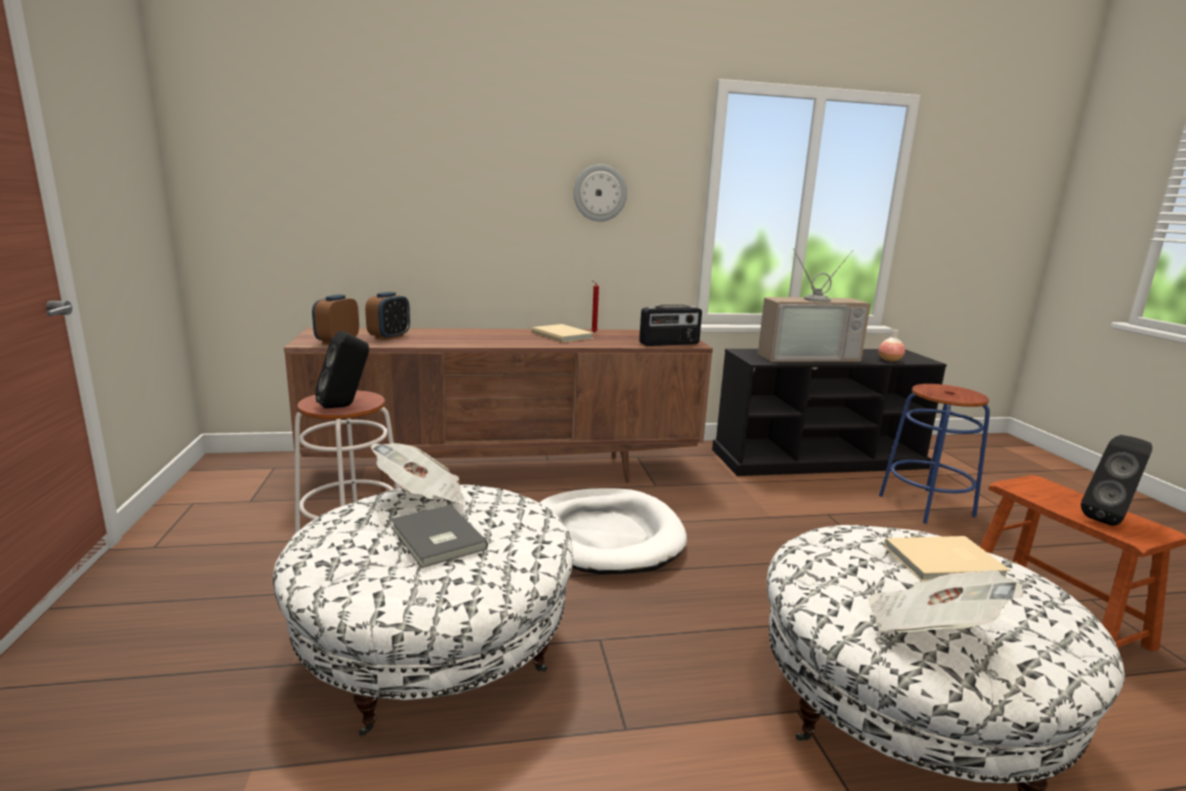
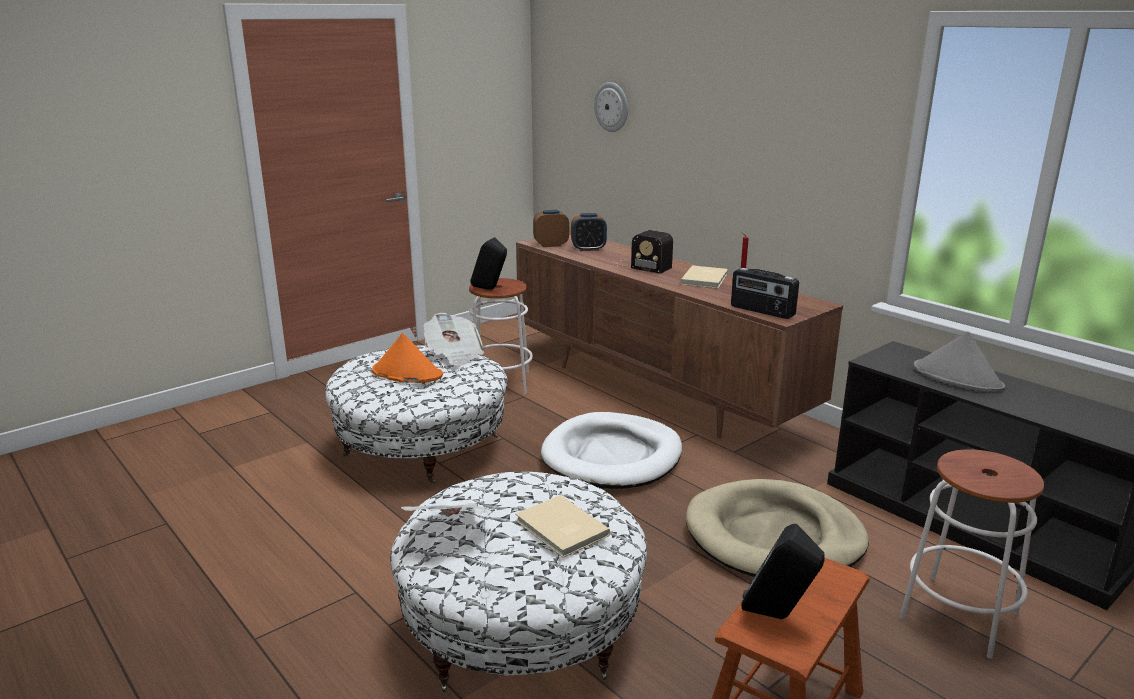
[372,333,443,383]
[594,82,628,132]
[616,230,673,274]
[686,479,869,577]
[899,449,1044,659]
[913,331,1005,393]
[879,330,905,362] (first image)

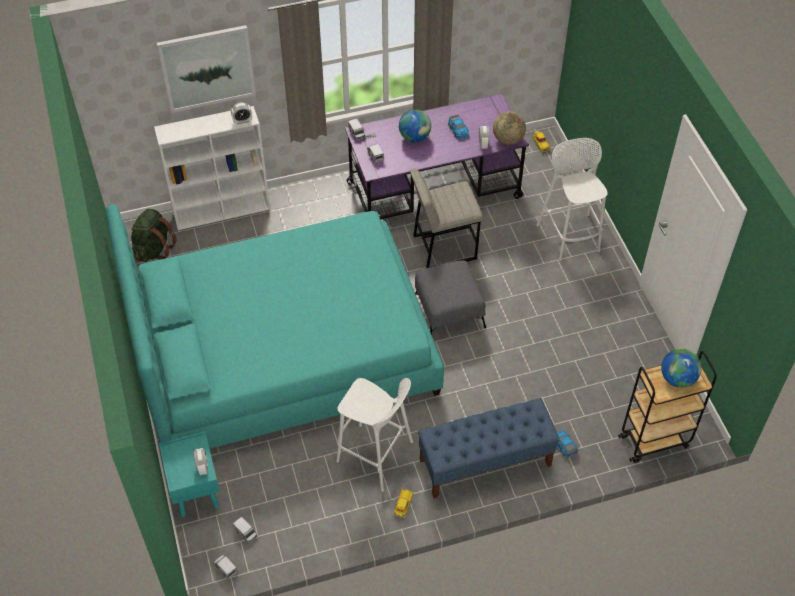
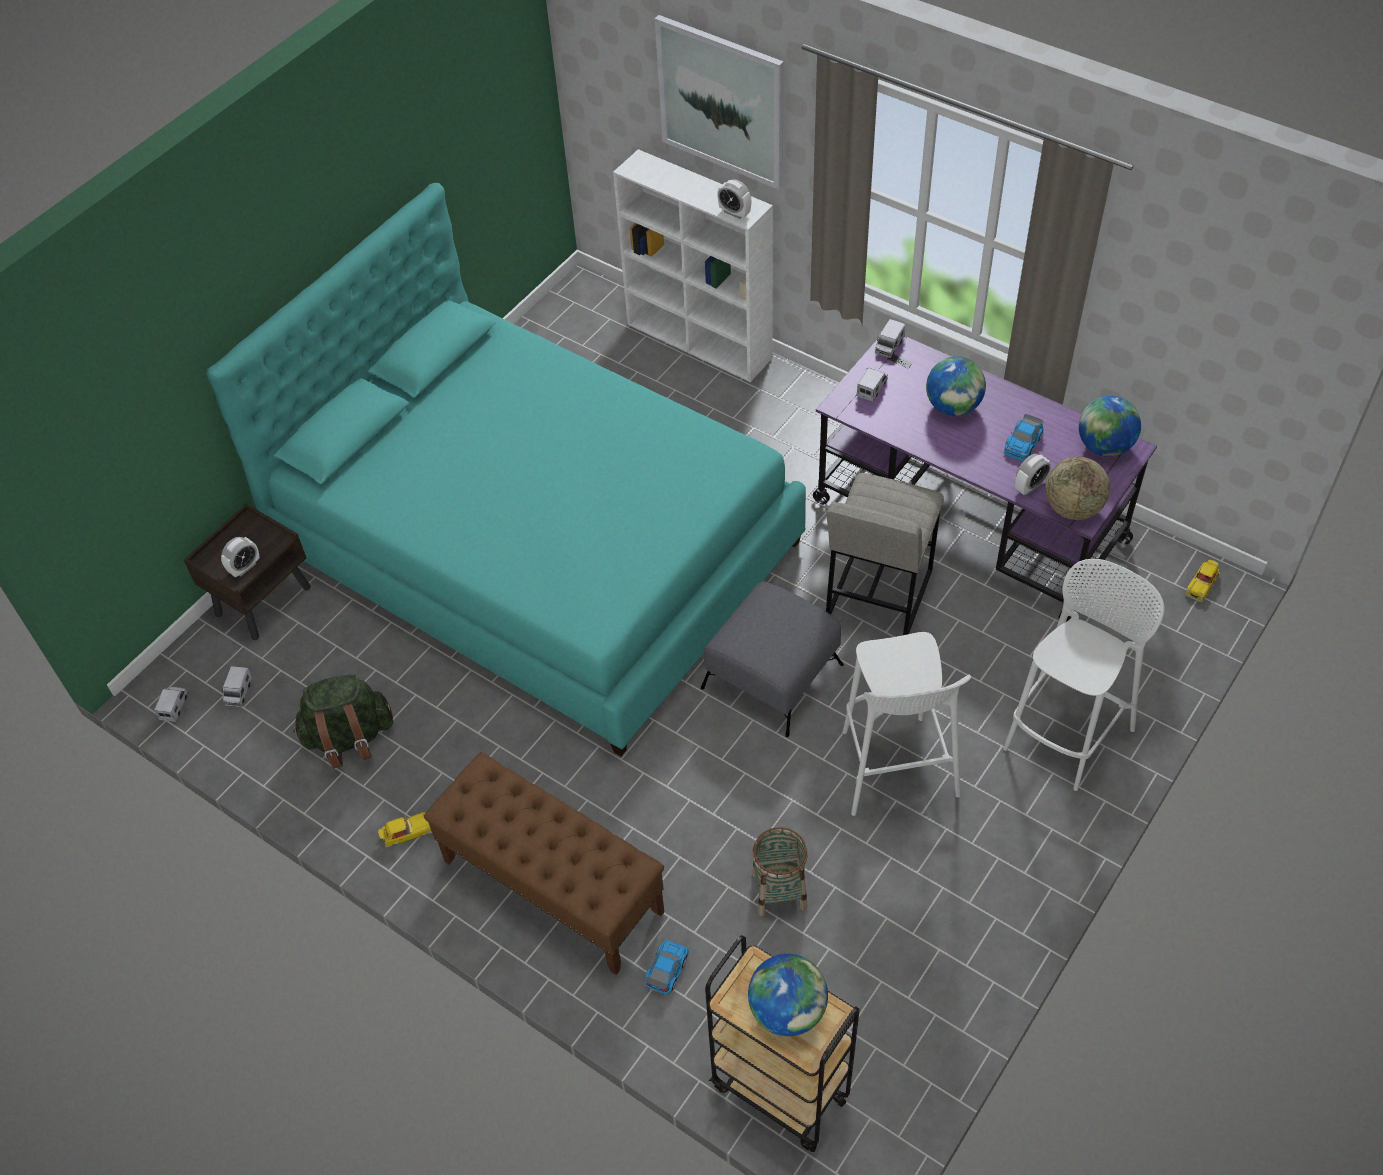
[184,504,311,640]
[293,675,393,768]
[424,752,664,975]
[752,827,808,916]
[826,473,944,635]
[843,632,971,816]
[1079,396,1141,457]

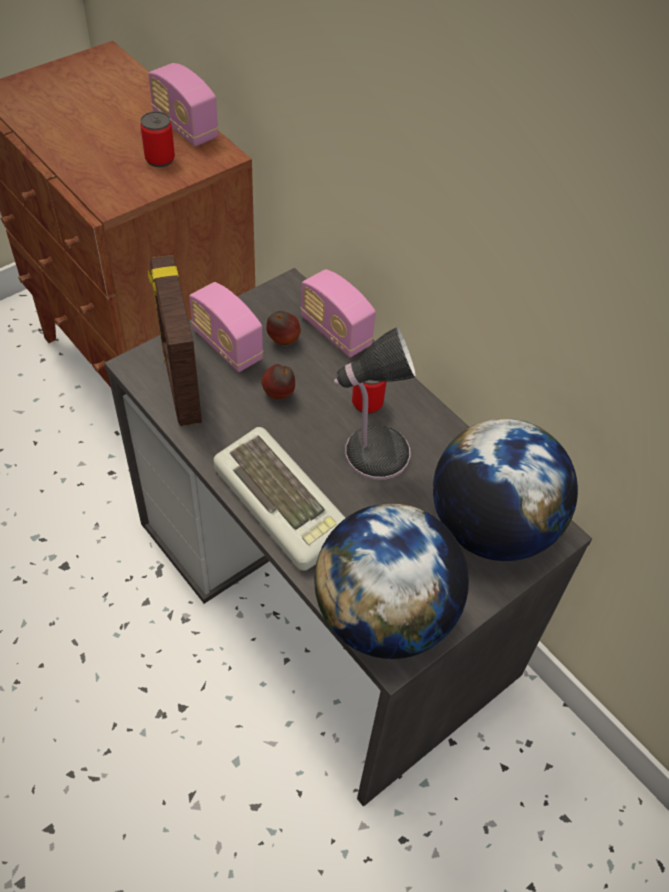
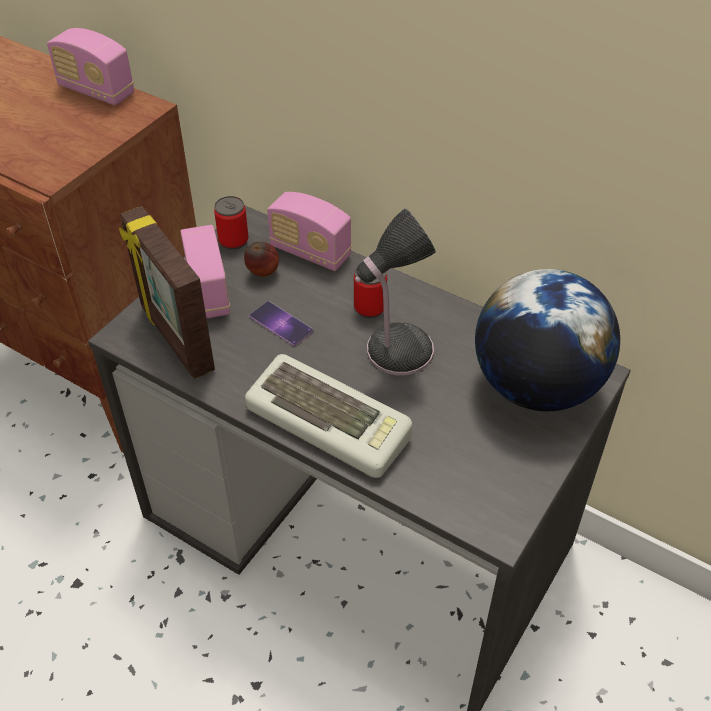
[180,225,230,318]
[214,196,249,250]
[249,301,313,346]
[314,503,469,659] (first image)

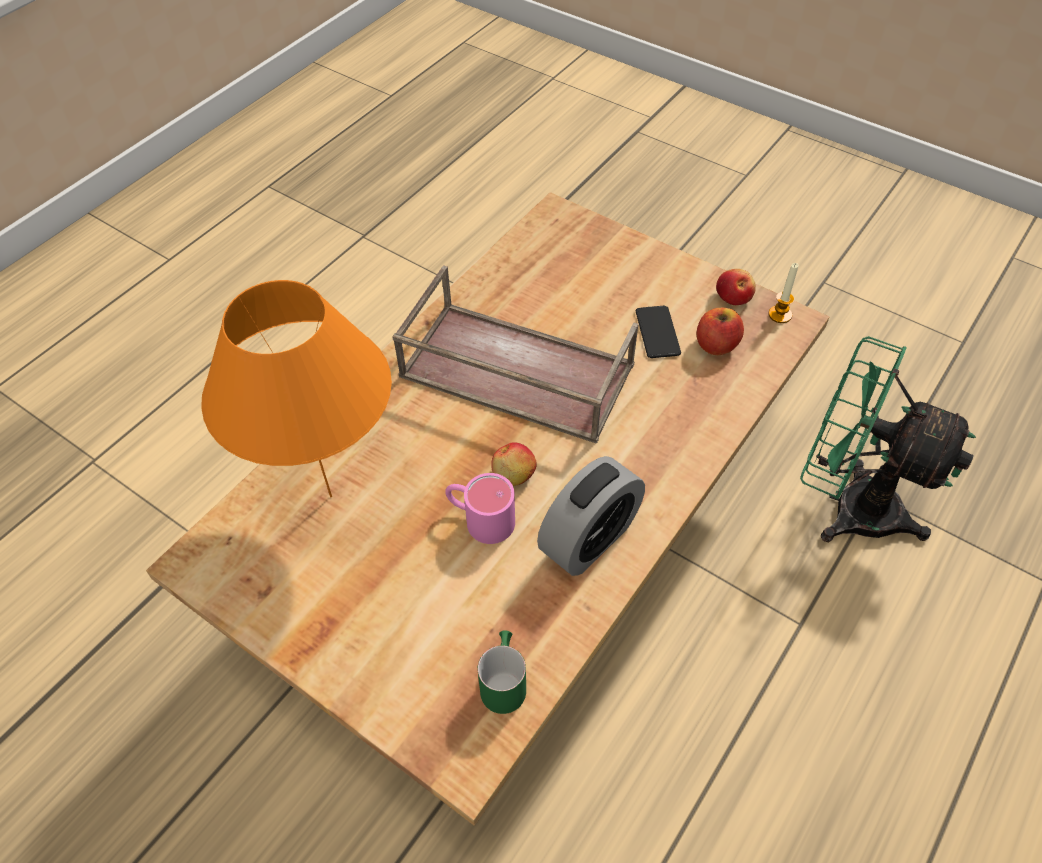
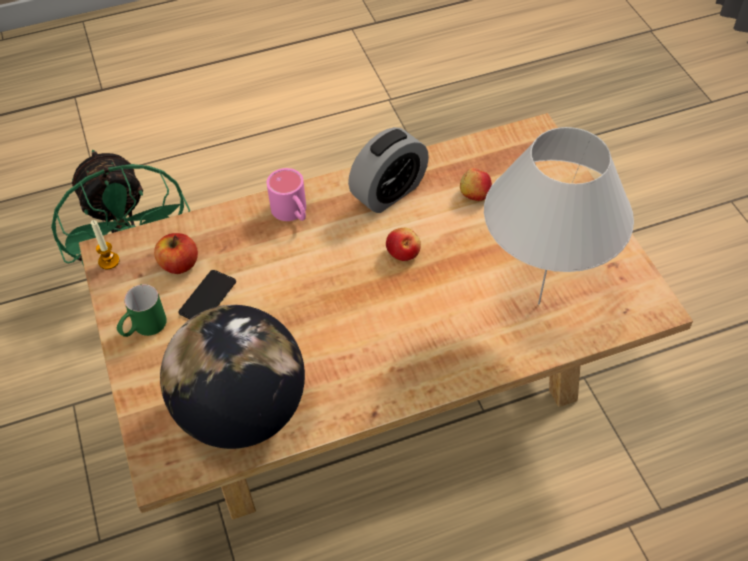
[117,284,167,337]
[160,305,305,449]
[267,168,306,221]
[348,127,429,213]
[460,168,492,201]
[484,127,634,304]
[392,265,638,444] (first image)

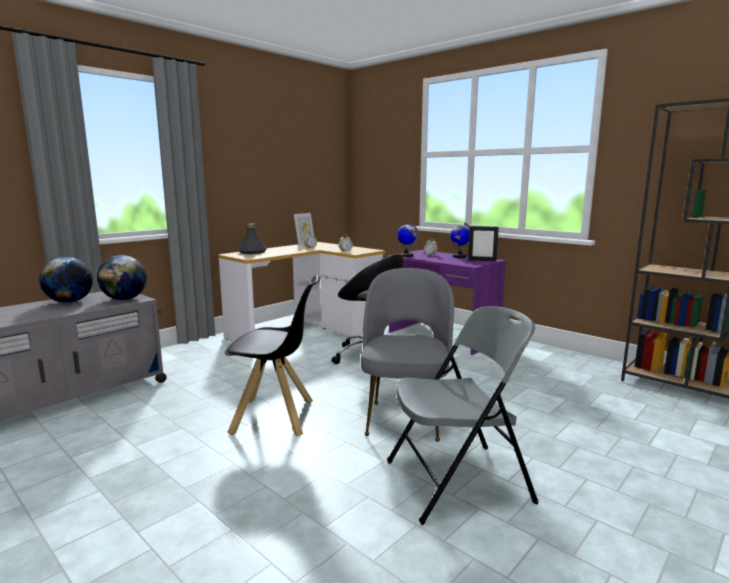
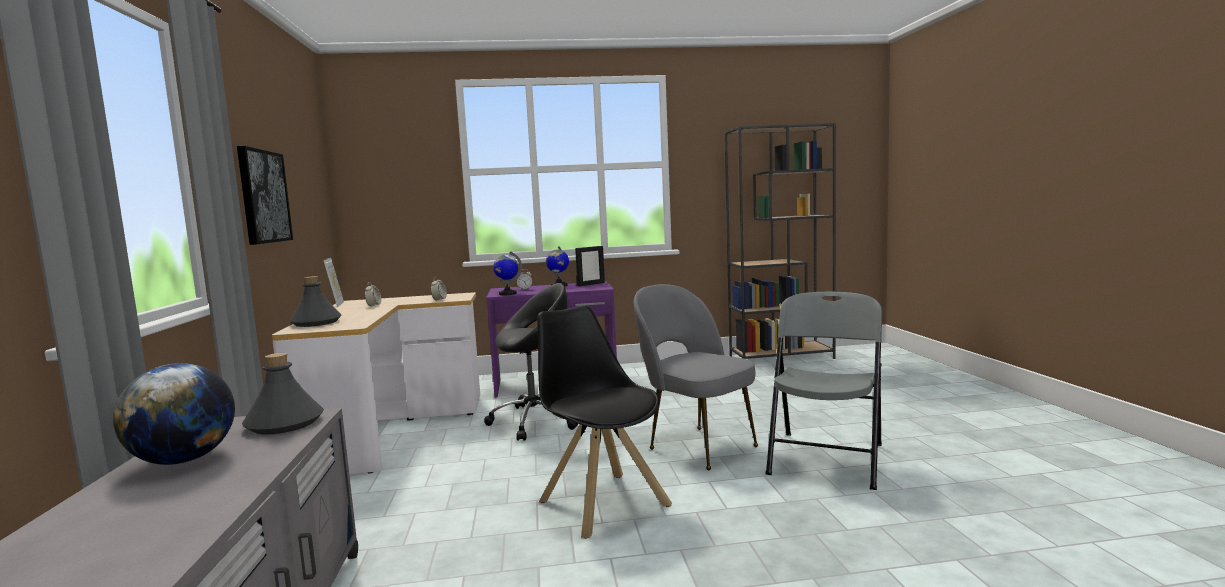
[237,146,293,245]
[242,353,324,435]
[537,306,672,538]

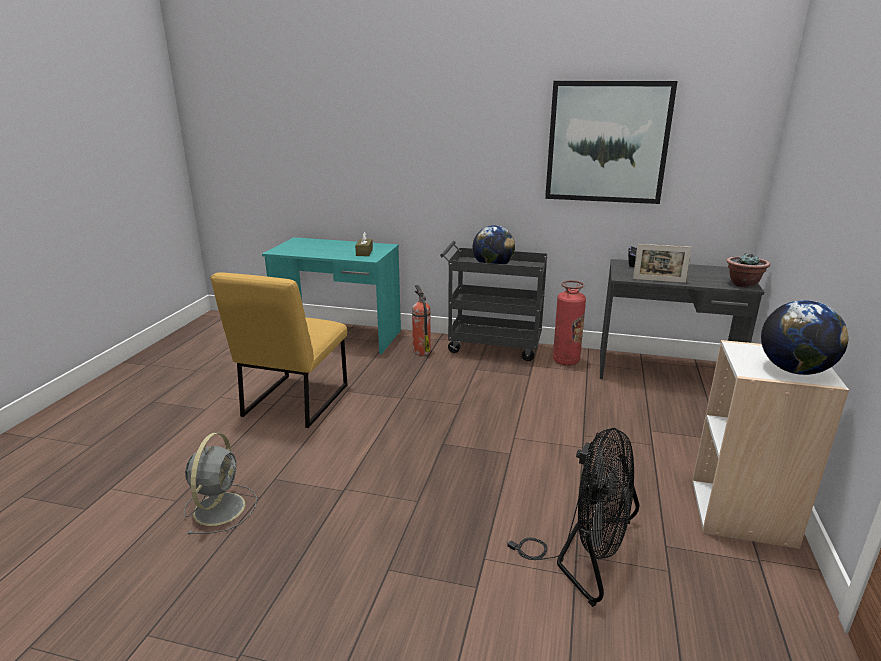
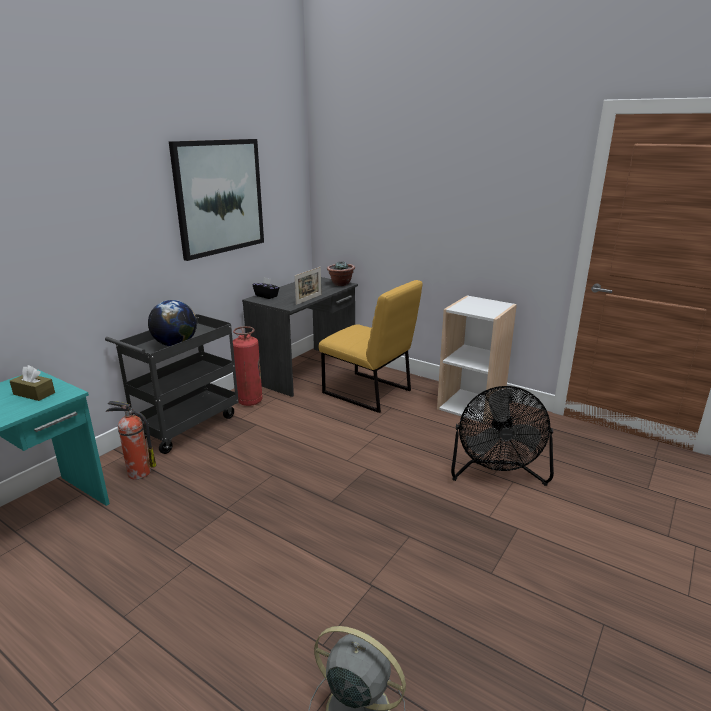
[319,280,423,413]
[451,386,554,486]
[761,300,848,375] (first image)

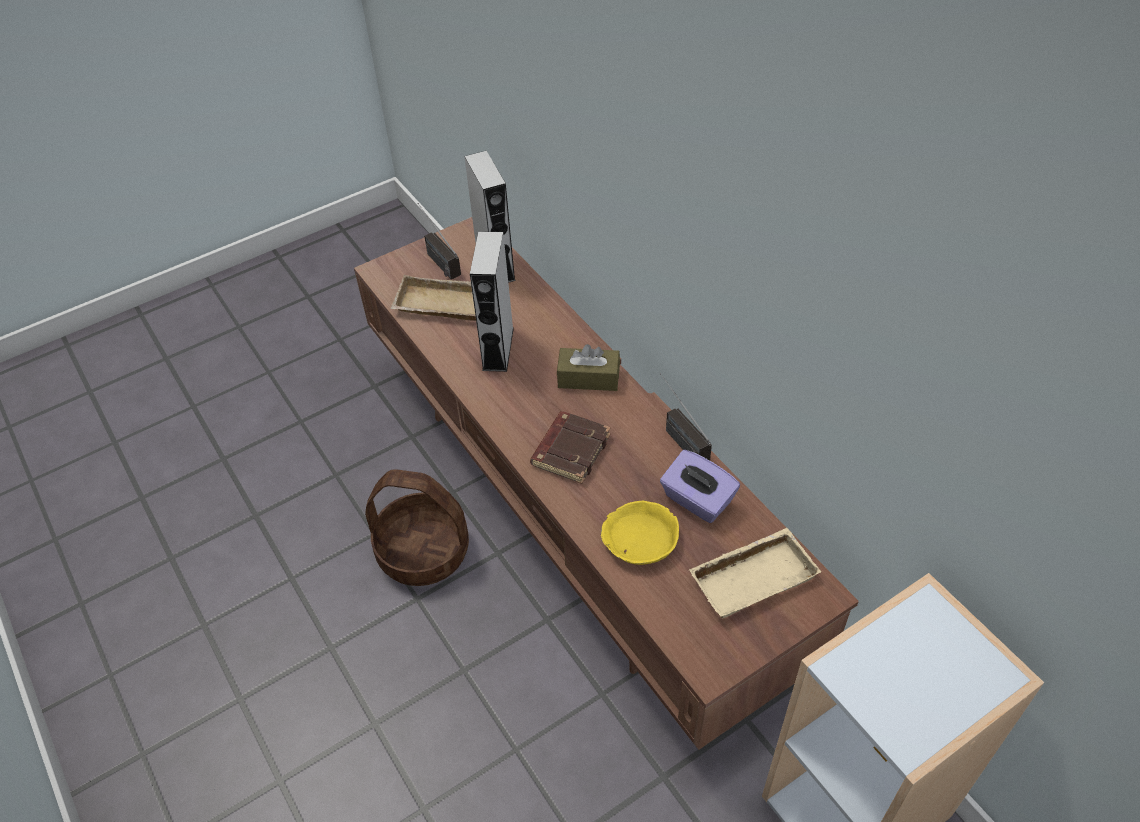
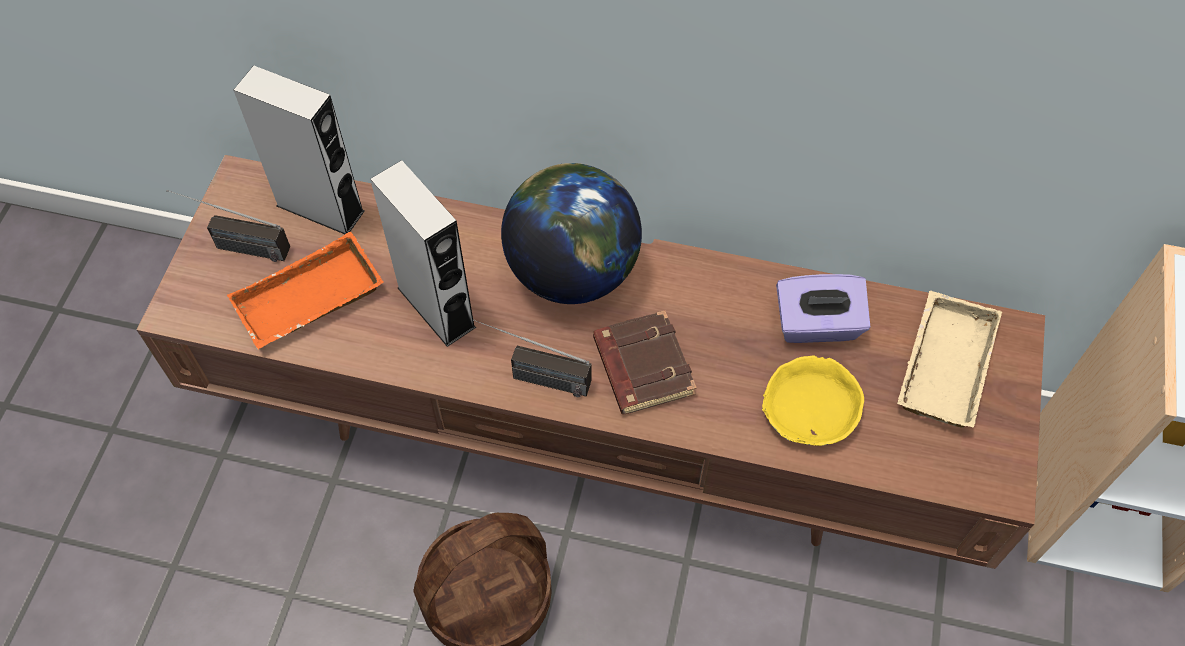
[227,232,384,349]
[473,319,592,397]
[501,163,642,304]

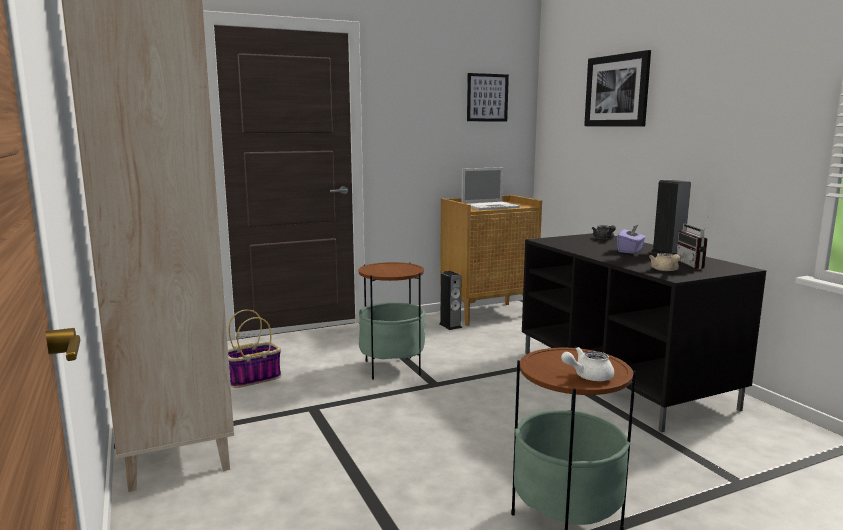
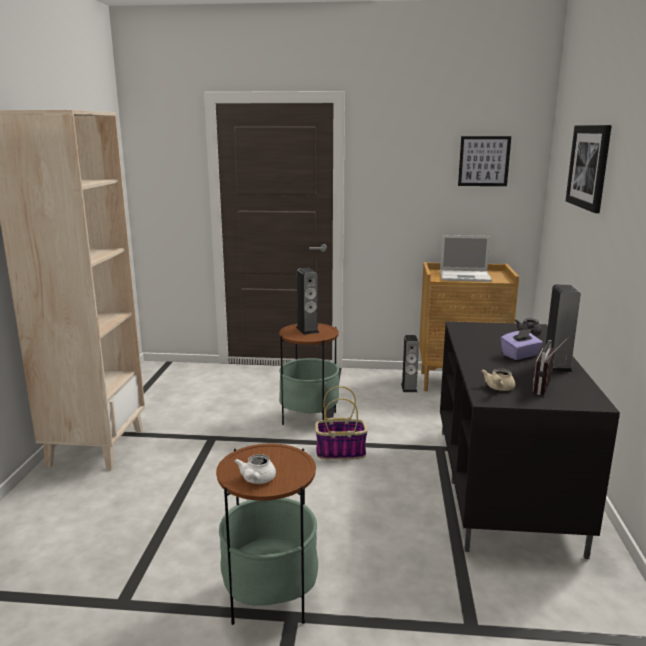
[234,454,276,484]
[296,268,319,335]
[315,386,368,460]

